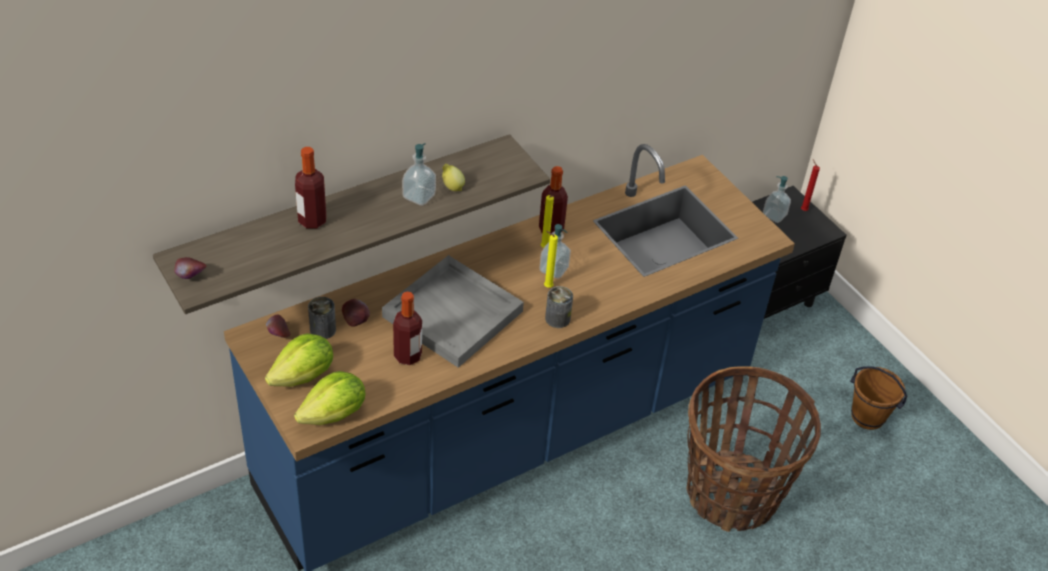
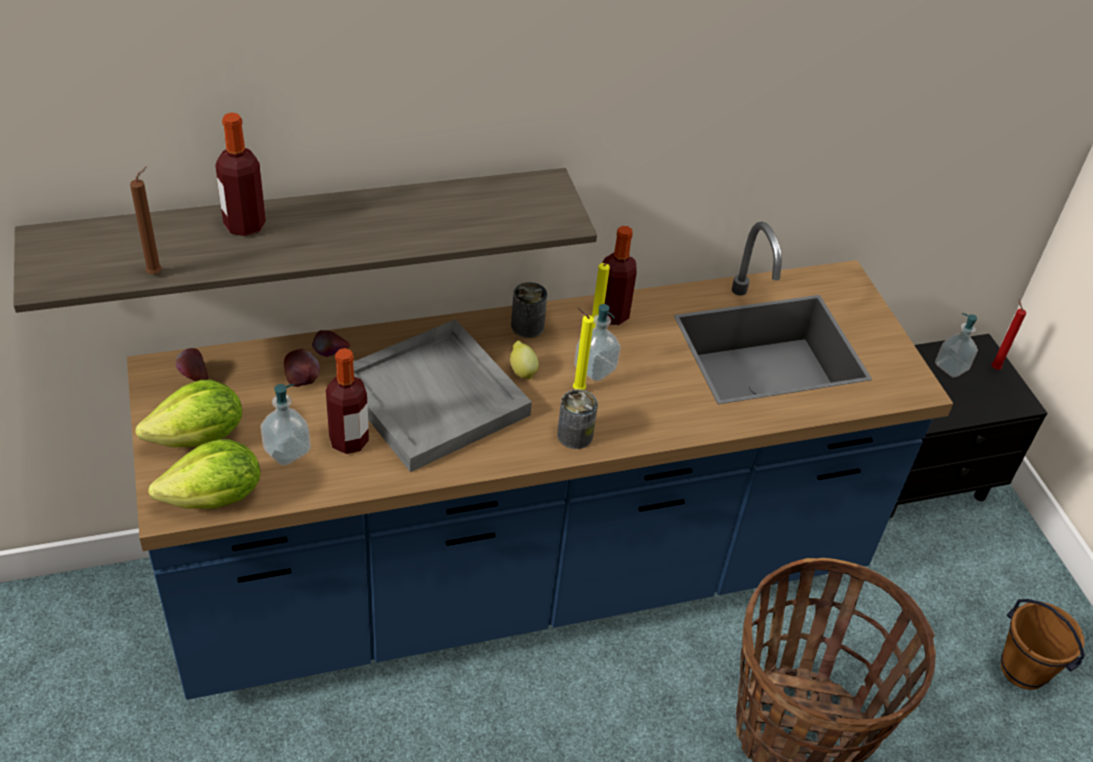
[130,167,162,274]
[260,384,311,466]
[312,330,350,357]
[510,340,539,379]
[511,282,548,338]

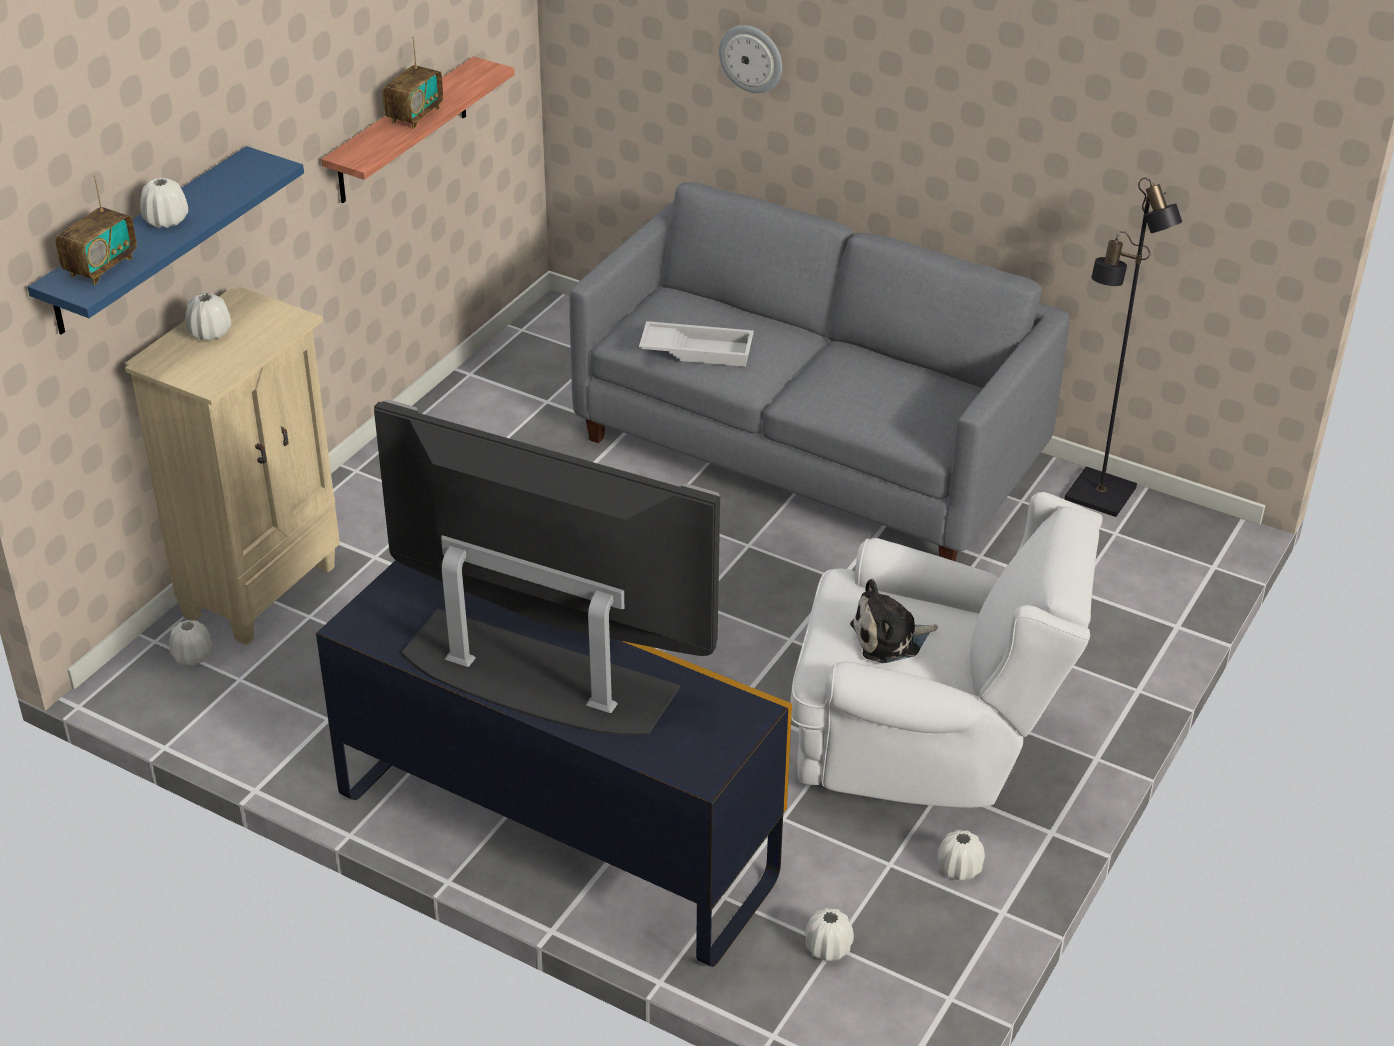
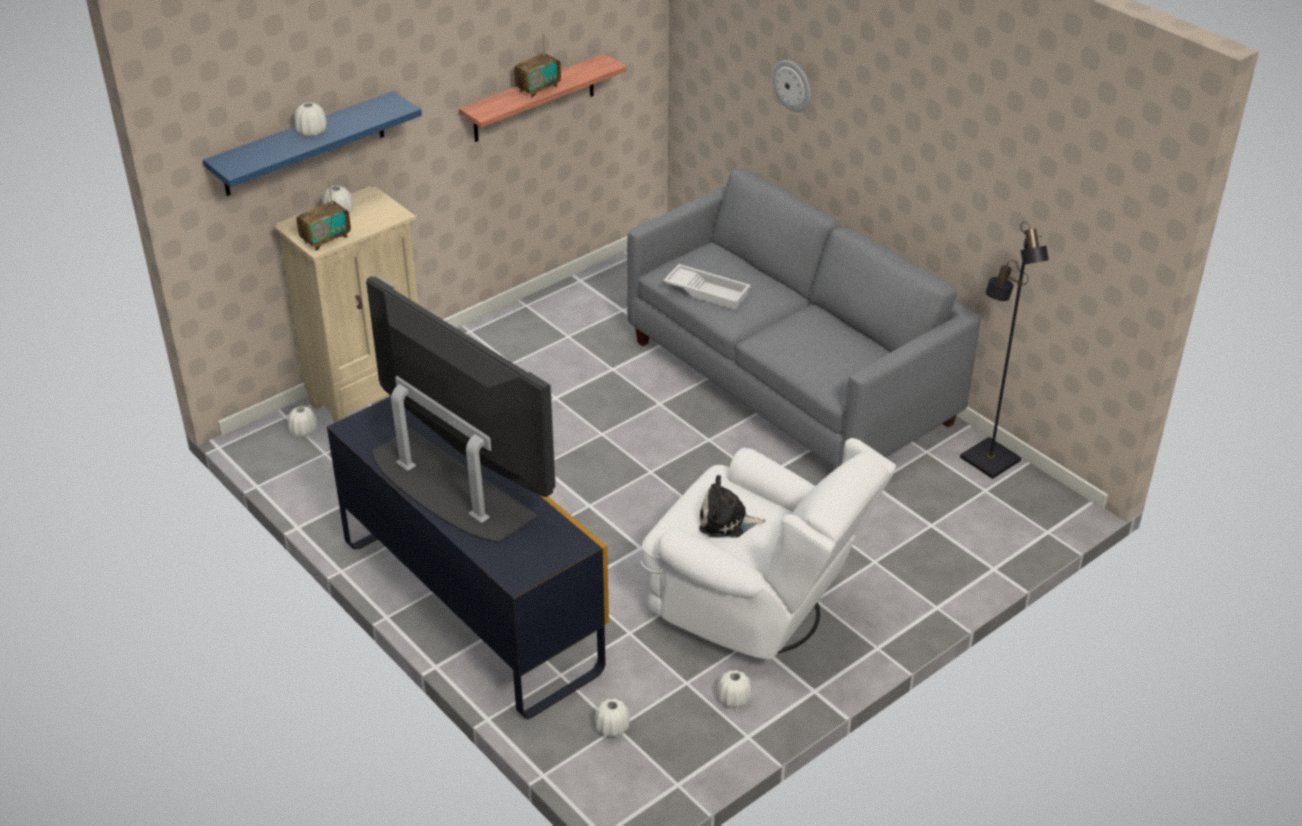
[296,181,351,251]

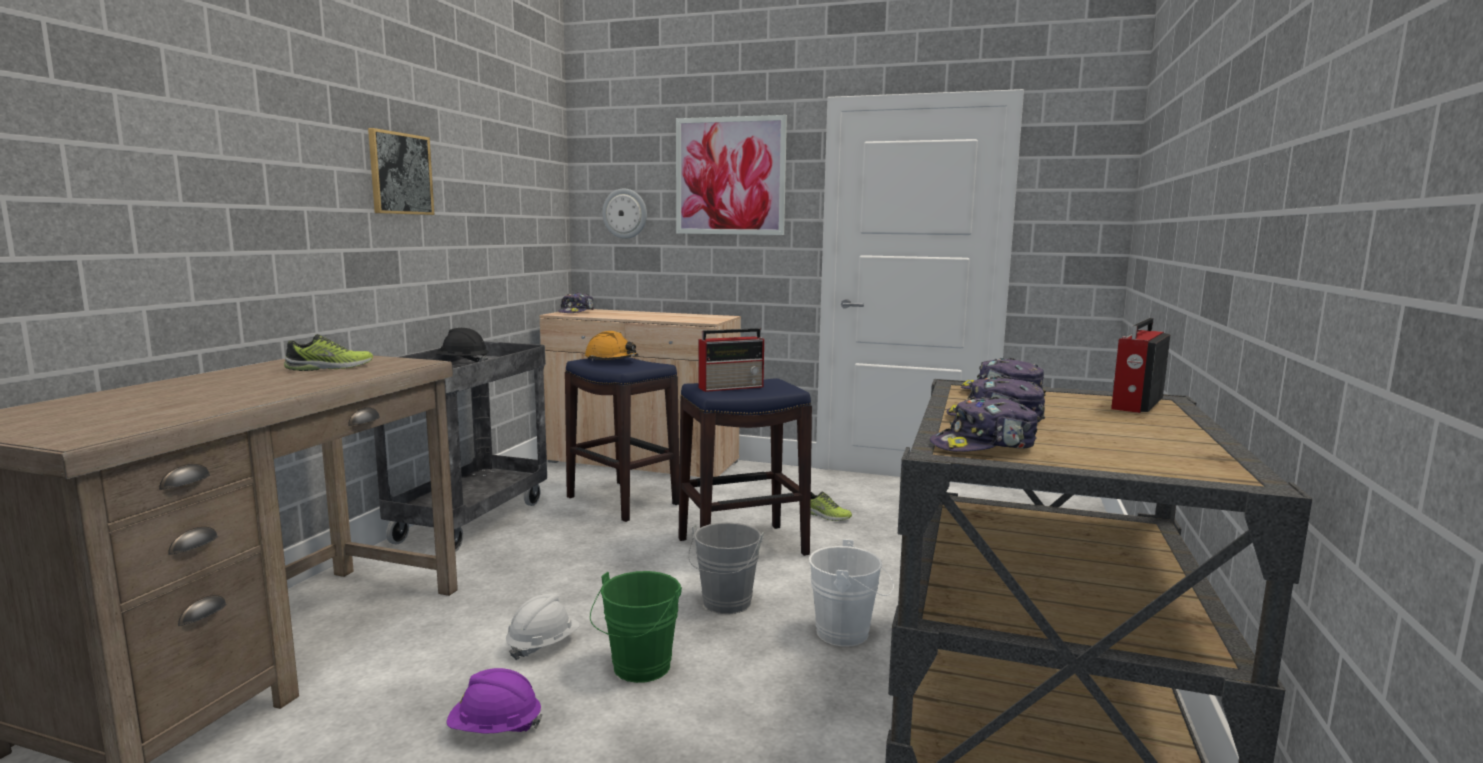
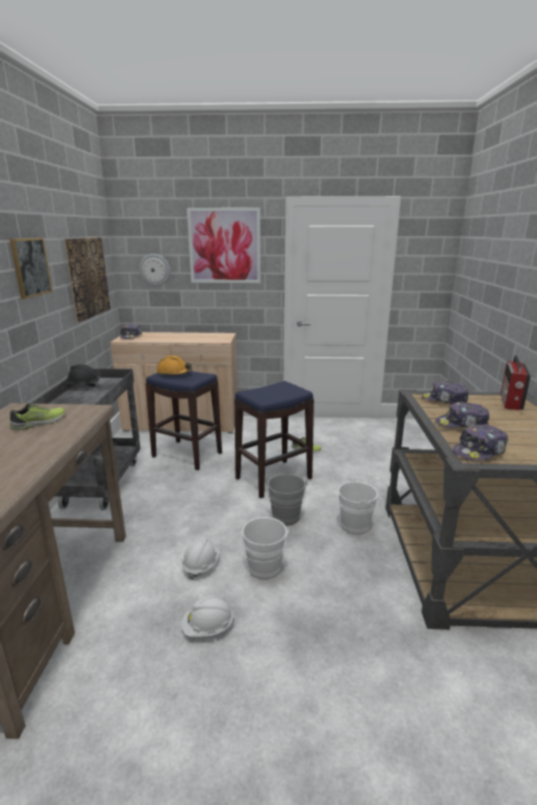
[64,237,110,322]
[182,595,235,637]
[240,517,289,581]
[698,328,764,392] (first image)

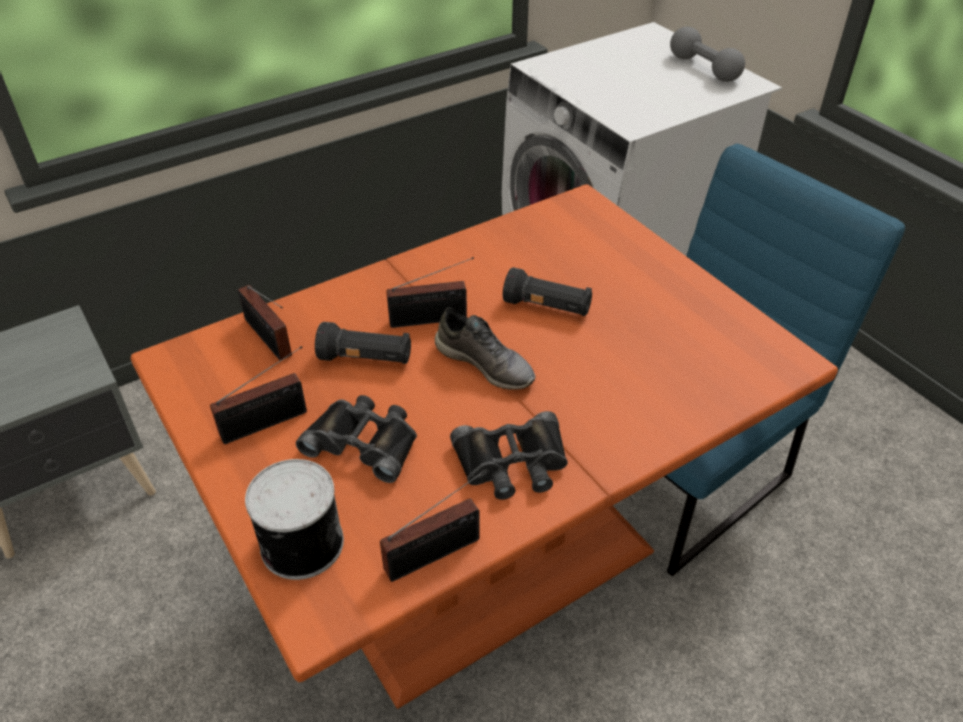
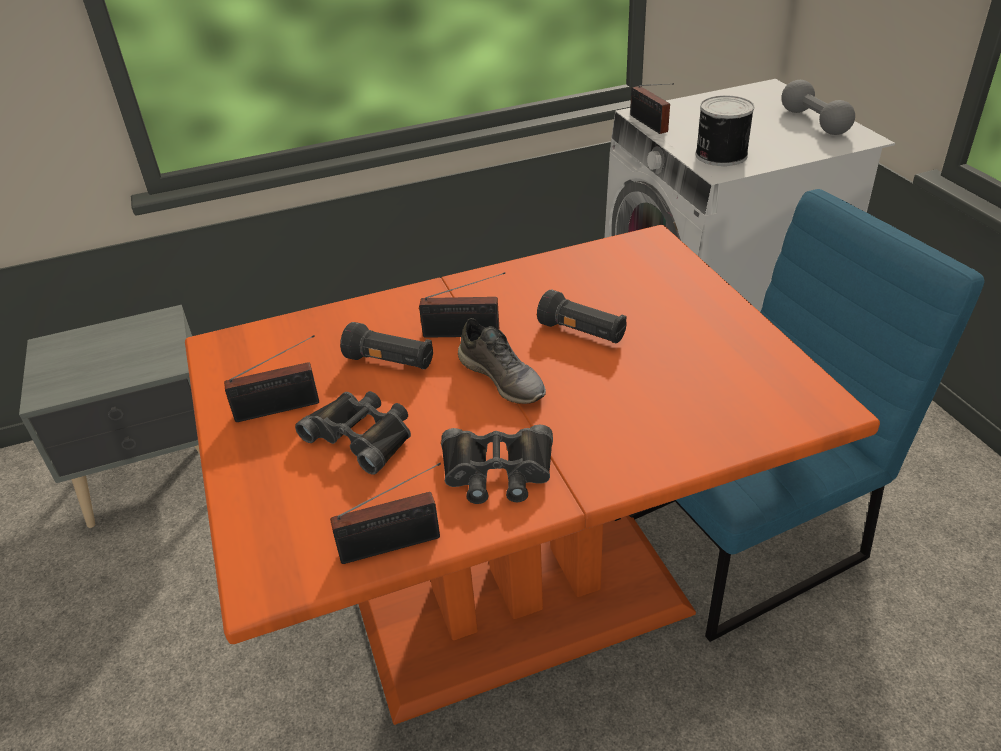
[630,83,674,134]
[696,95,754,166]

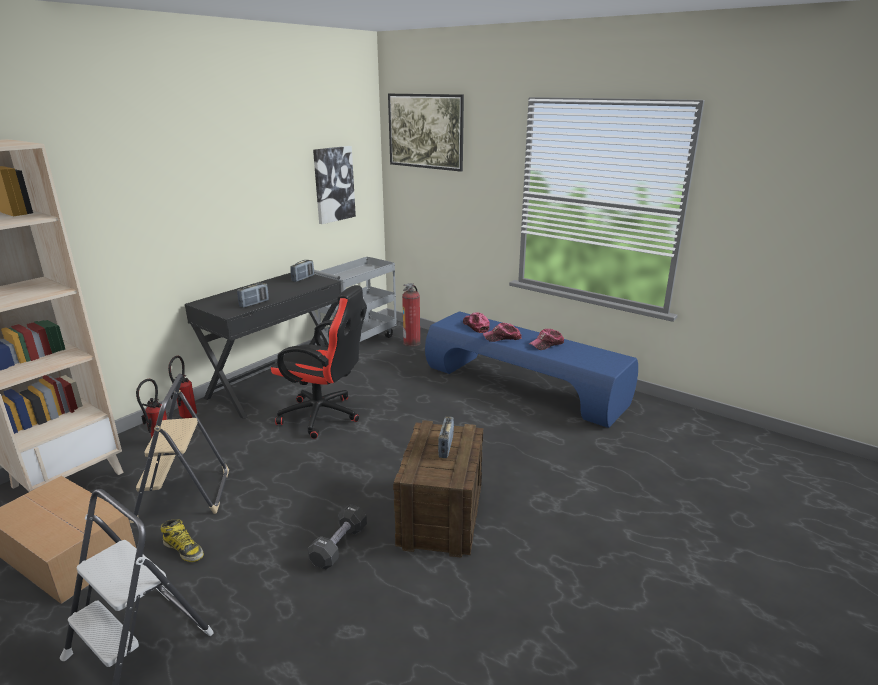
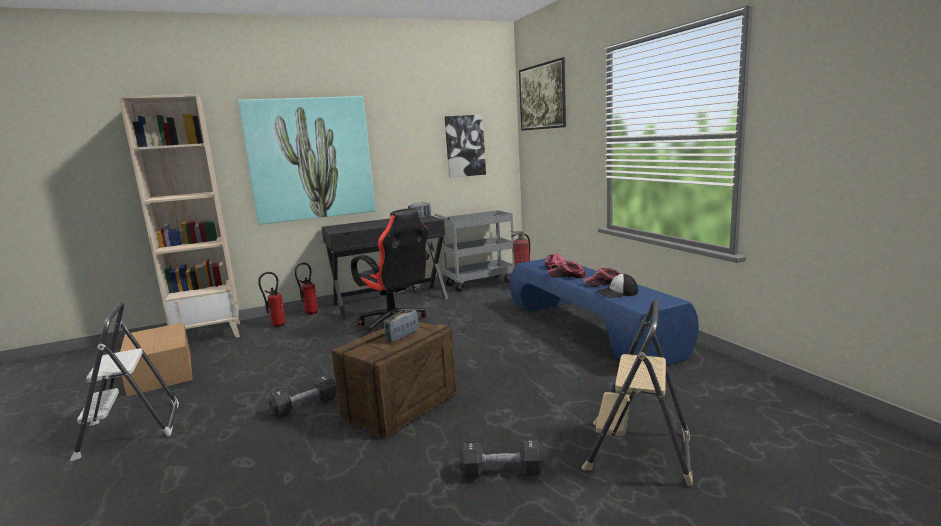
[238,96,376,224]
[459,439,544,477]
[582,299,693,486]
[596,274,638,298]
[160,519,204,562] (first image)
[237,283,269,308] (first image)

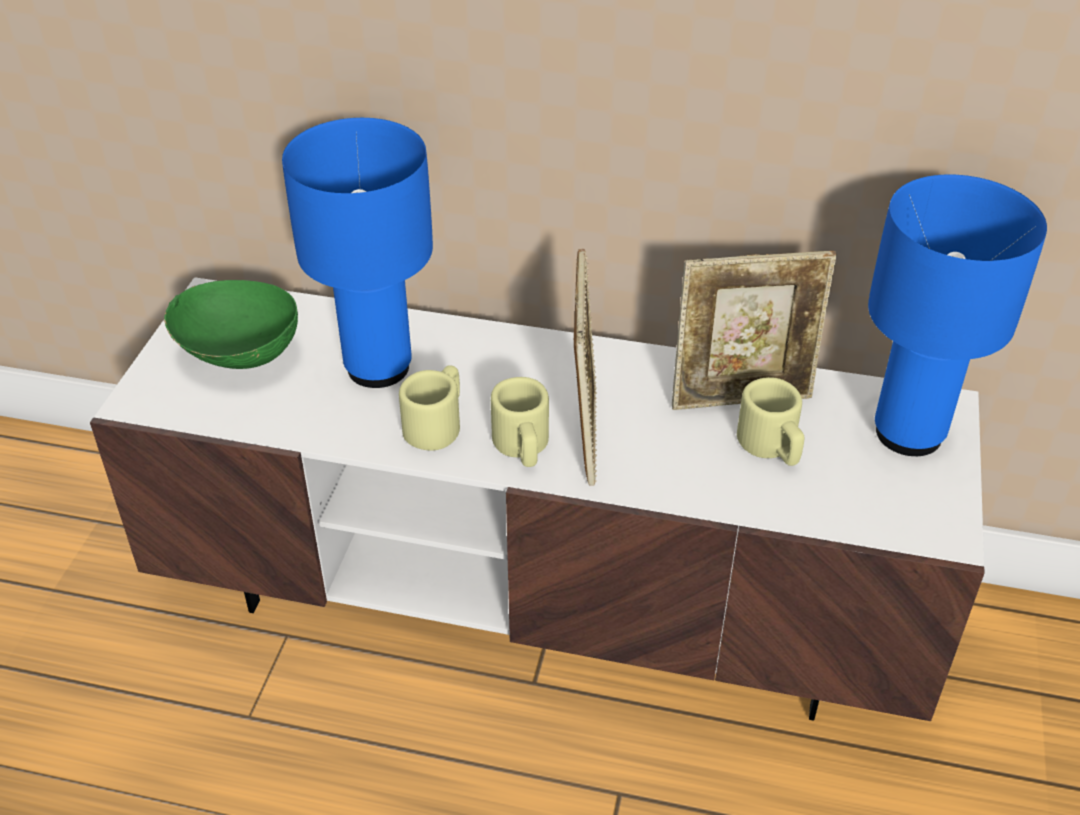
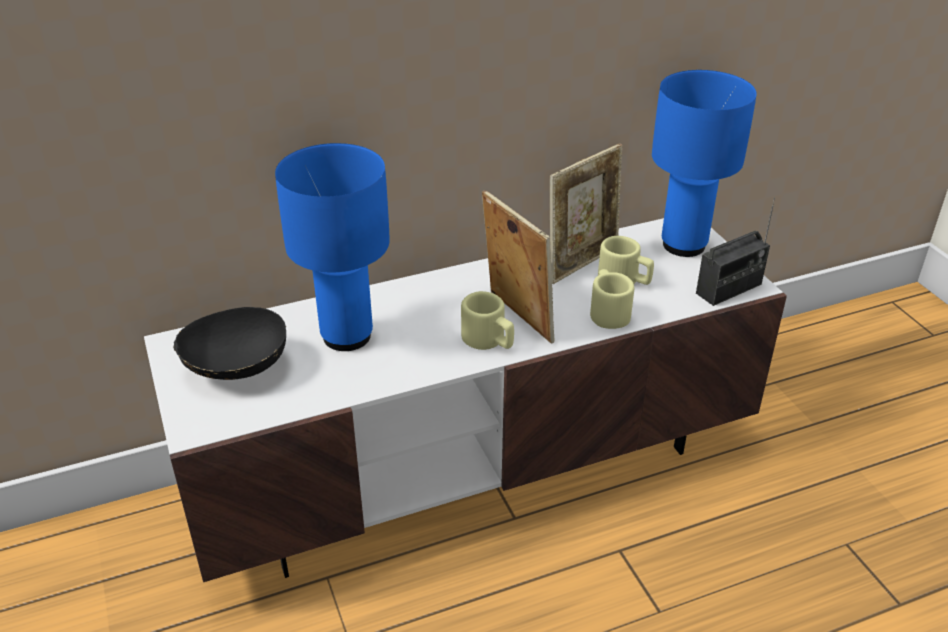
[173,307,287,380]
[590,269,634,329]
[696,197,775,306]

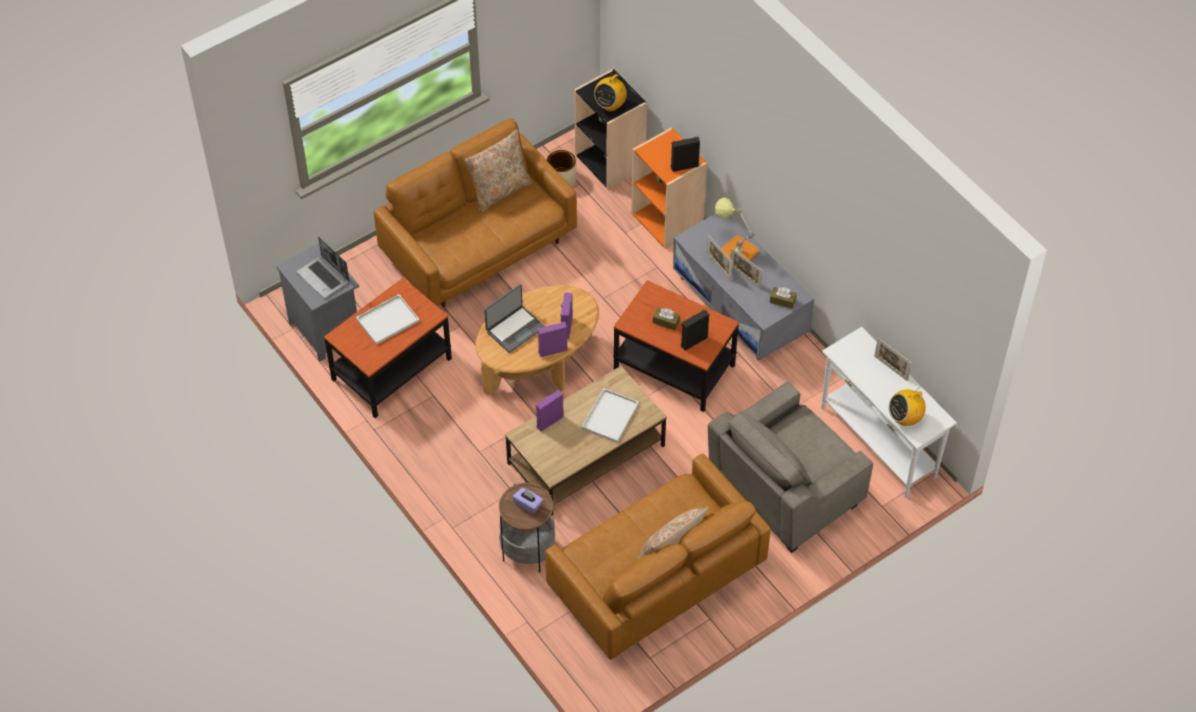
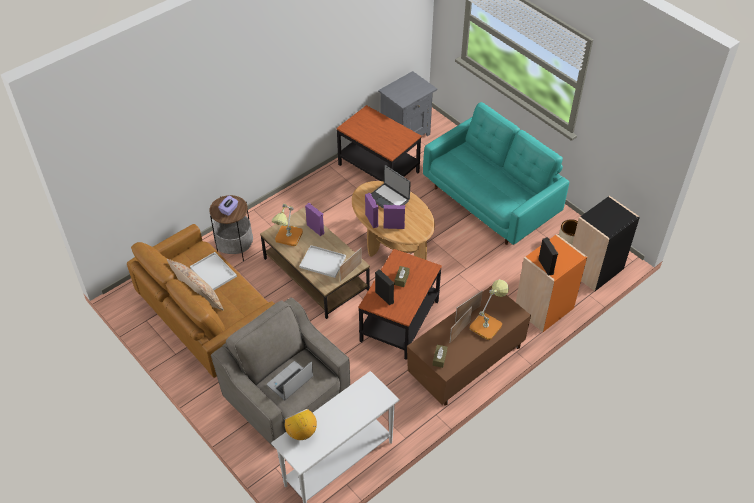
[190,252,237,290]
[267,361,313,400]
[272,204,303,246]
[339,248,362,282]
[407,286,531,406]
[423,102,569,245]
[464,129,532,213] (first image)
[594,70,627,111] (first image)

